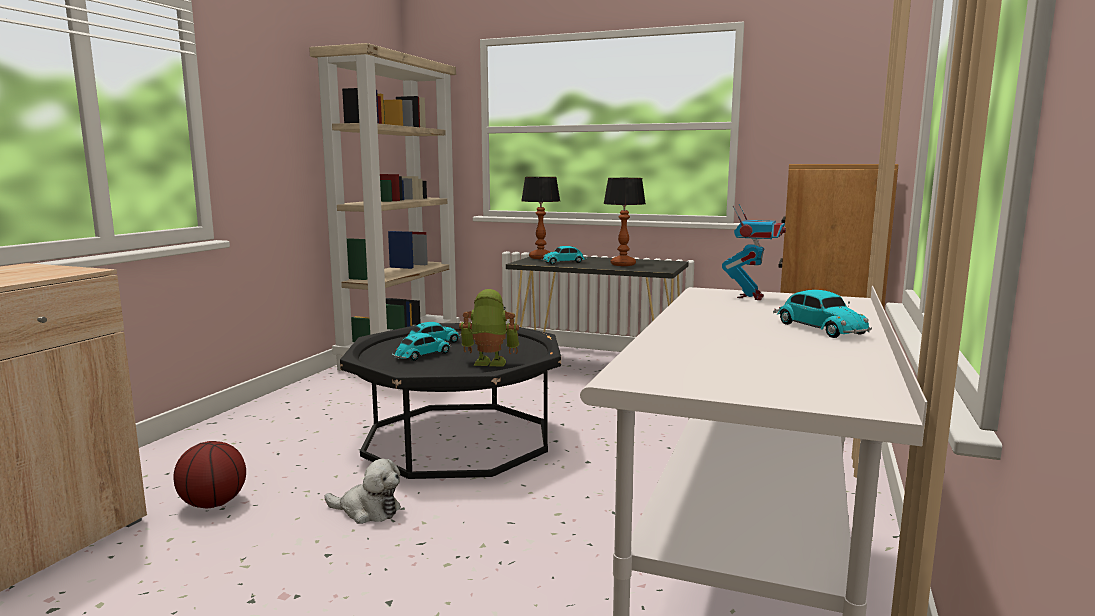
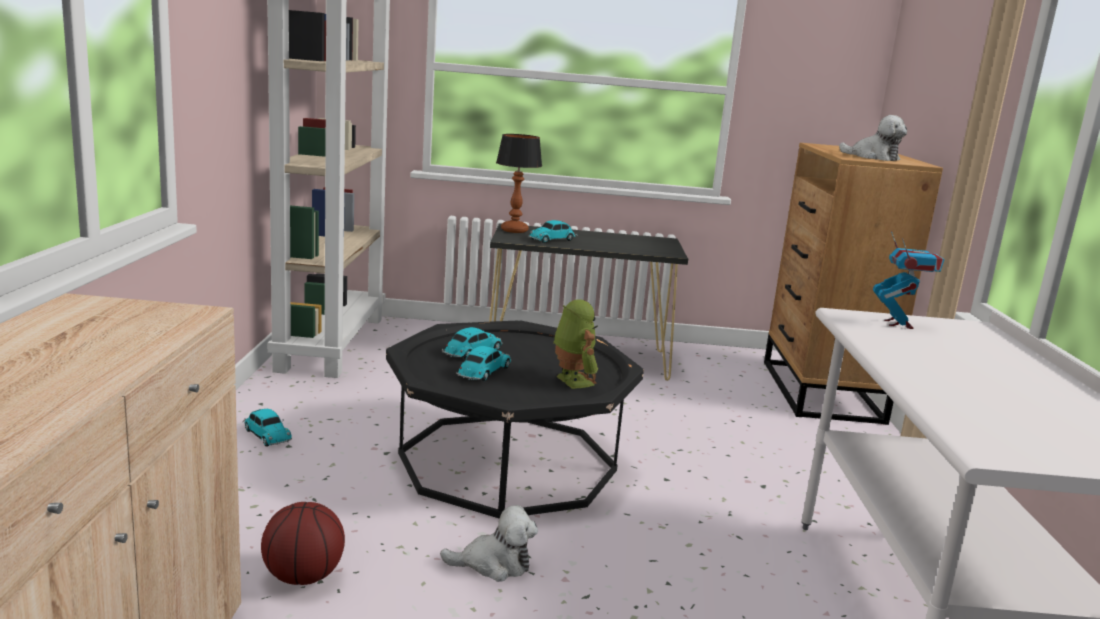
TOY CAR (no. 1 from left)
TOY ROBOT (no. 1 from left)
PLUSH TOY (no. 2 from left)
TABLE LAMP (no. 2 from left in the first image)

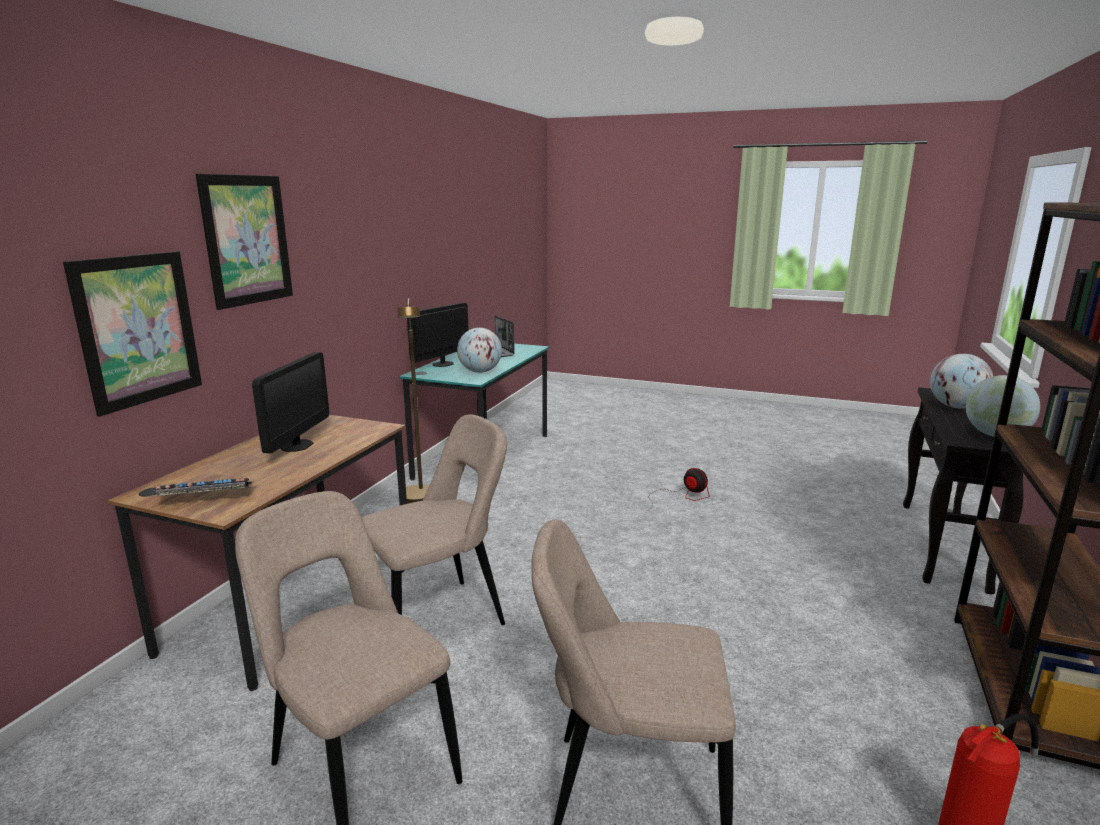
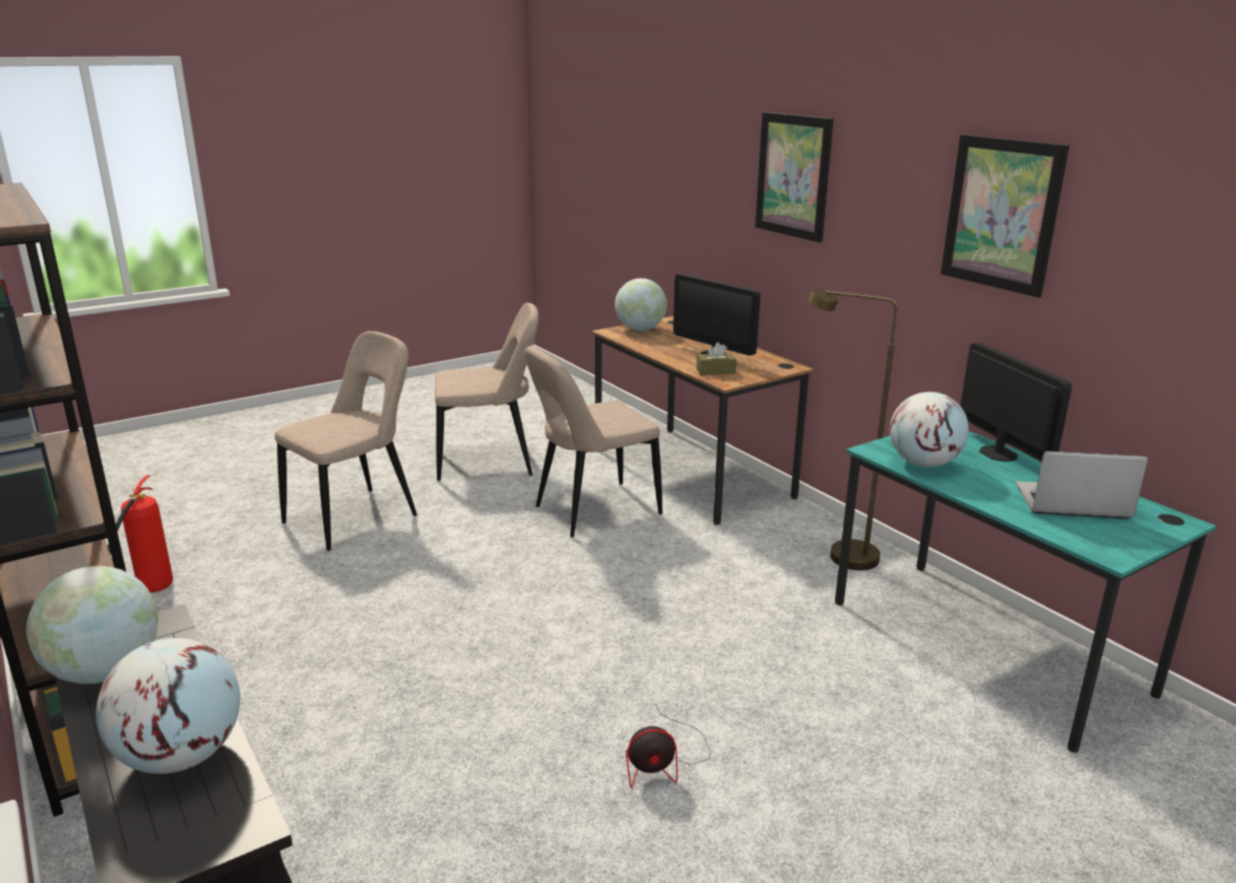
BEIGE CHAIR (no. 3 from left)
GLOBE (no. 3 from left)
BROWN TISSUE BOX
PICTURE (no. 2 from left)

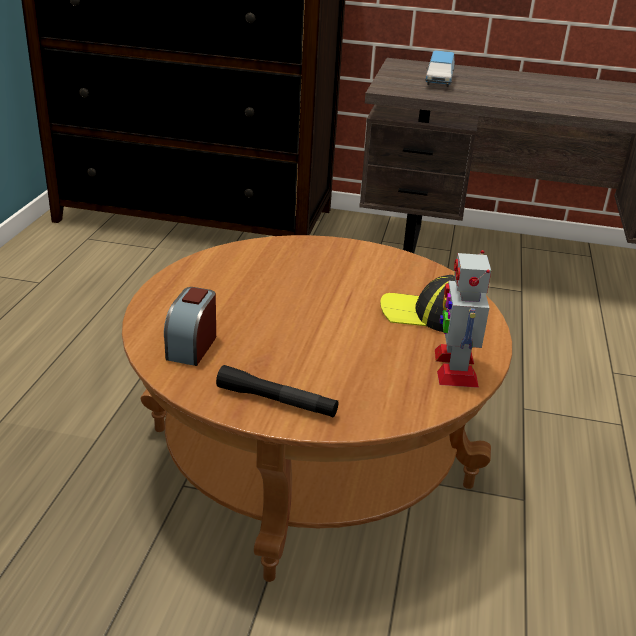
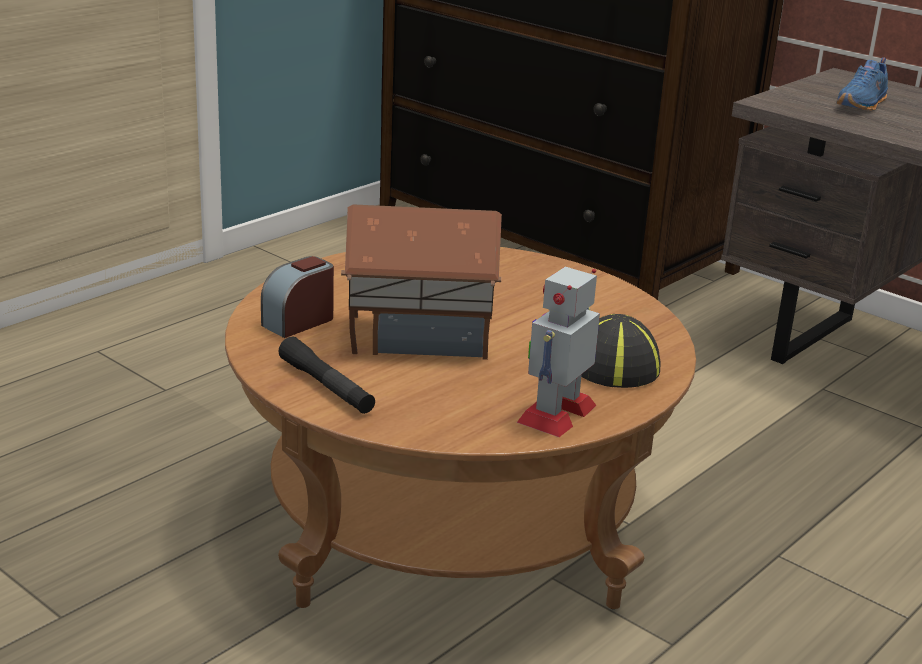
TOY HOUSE
BLUE SHOE

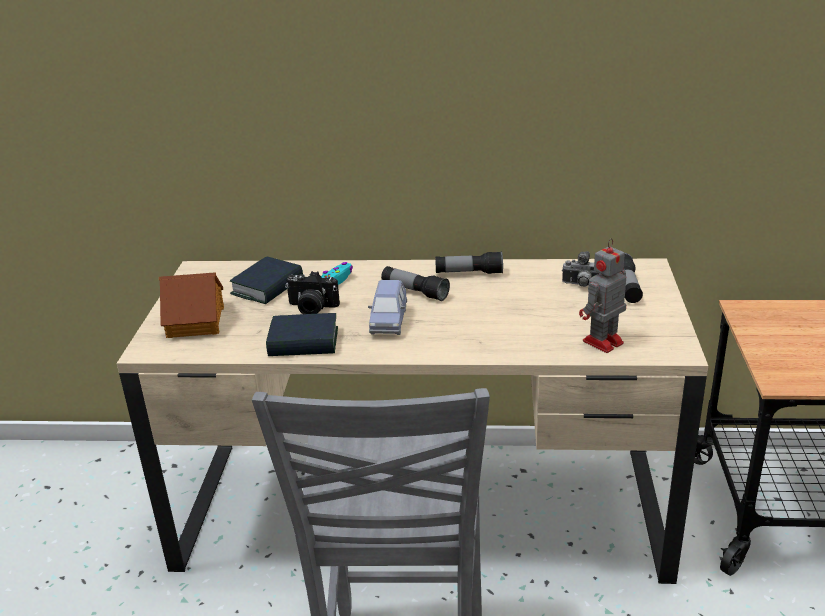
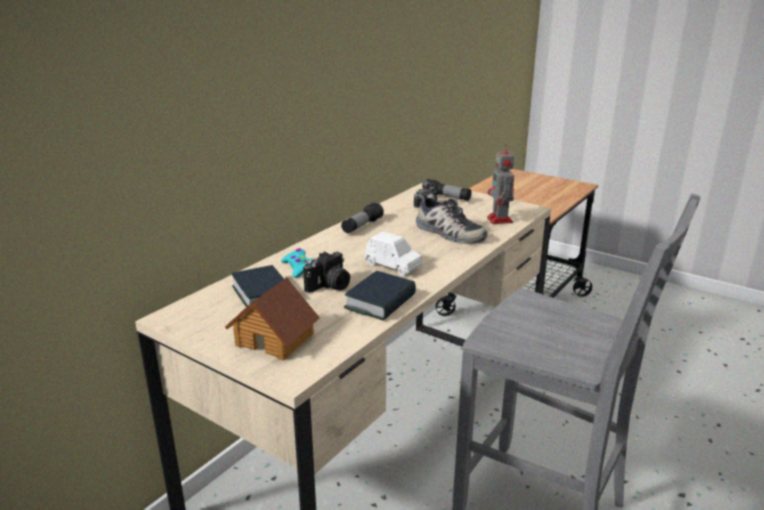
WHITE TOY CAR
SHOE
FLASHLIGHT (no. 1 from left in the first image)

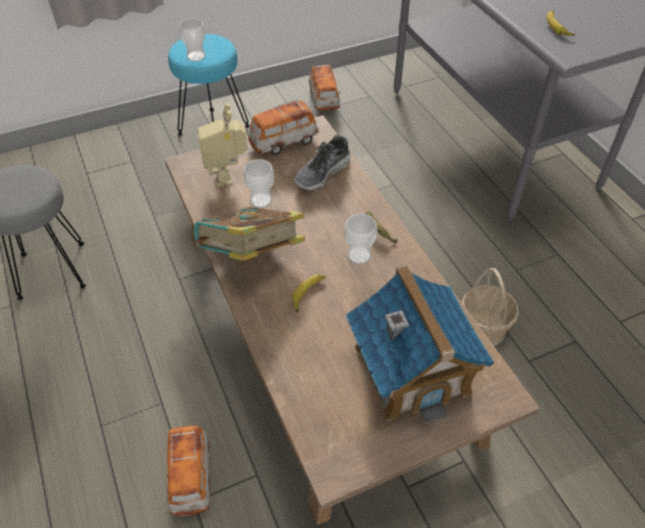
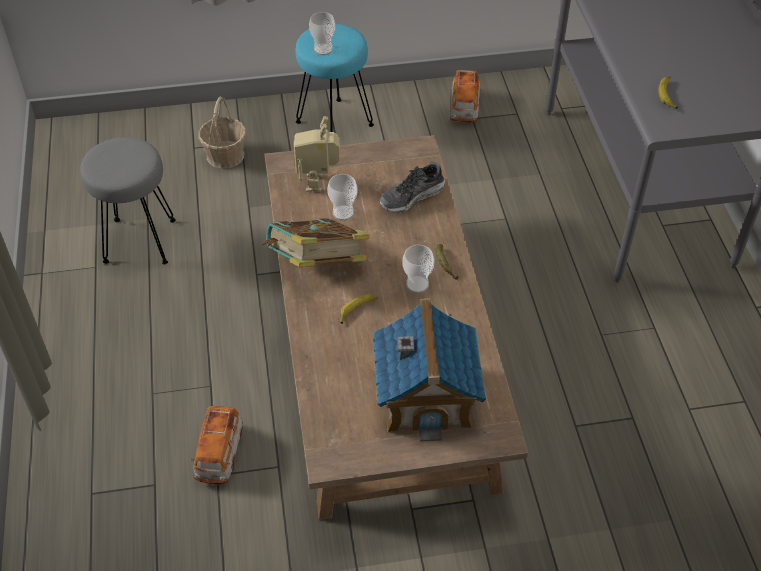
BASKET
TOY CAR (no. 2 from left in the first image)

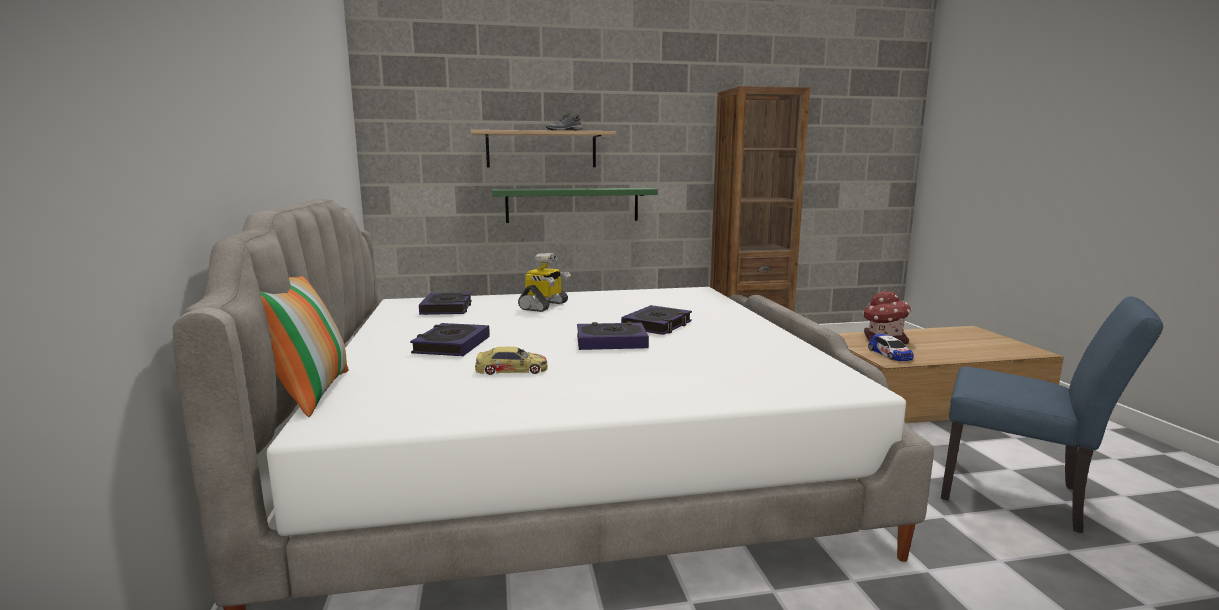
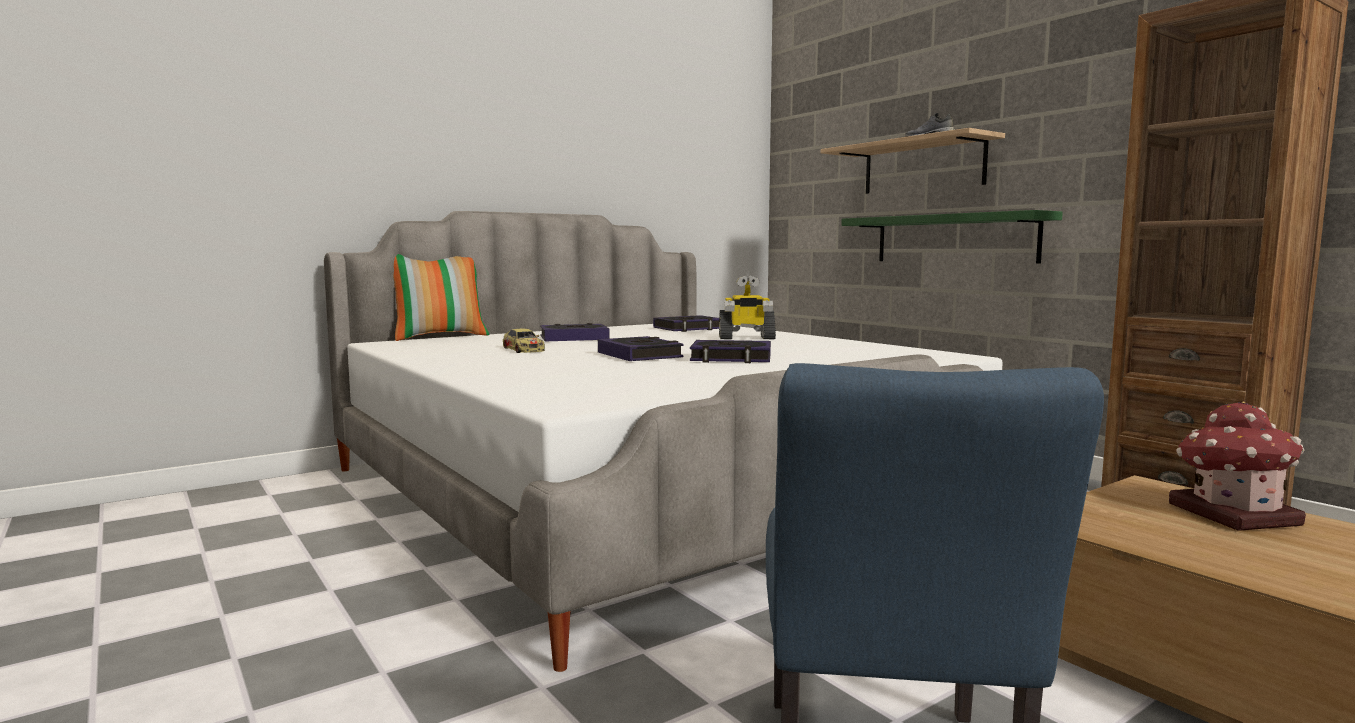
TOY CAR (no. 2 from left in the first image)

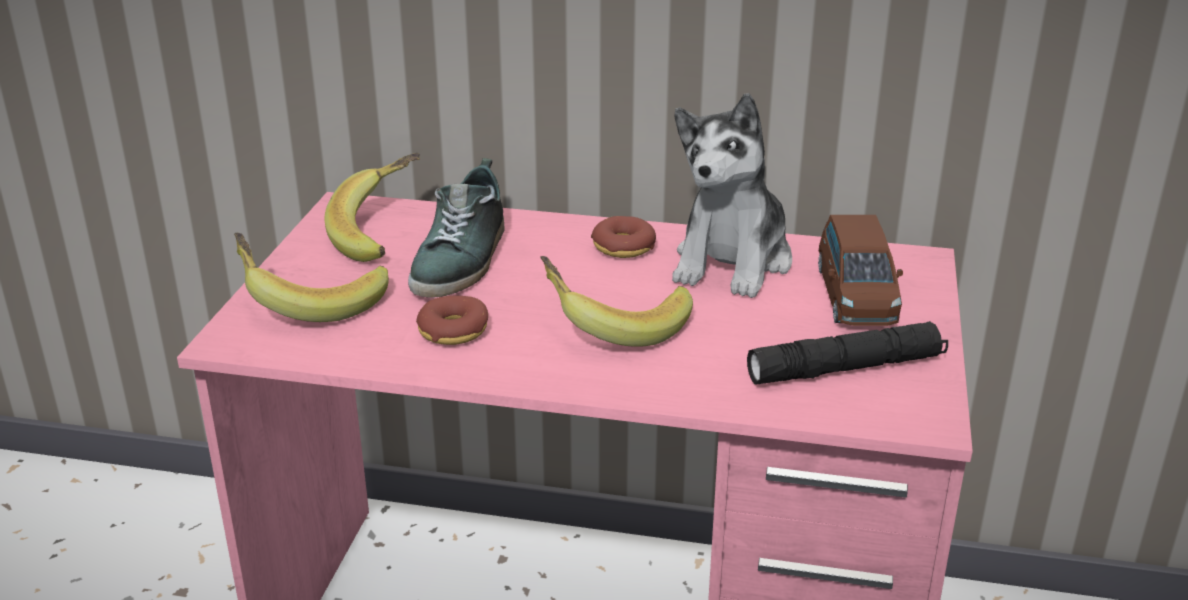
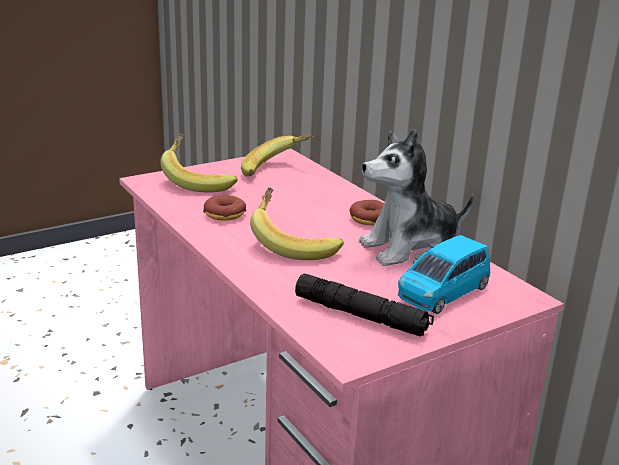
BLUE TOY CAR
SHOE

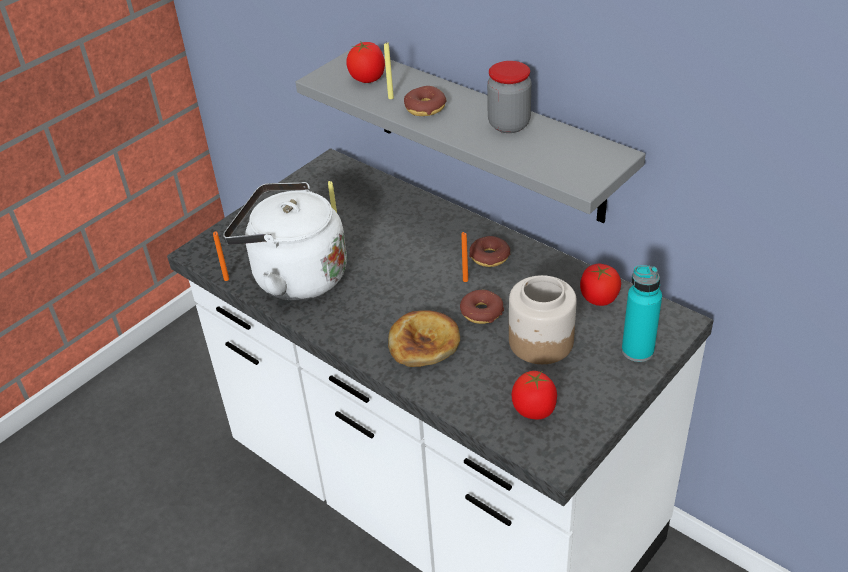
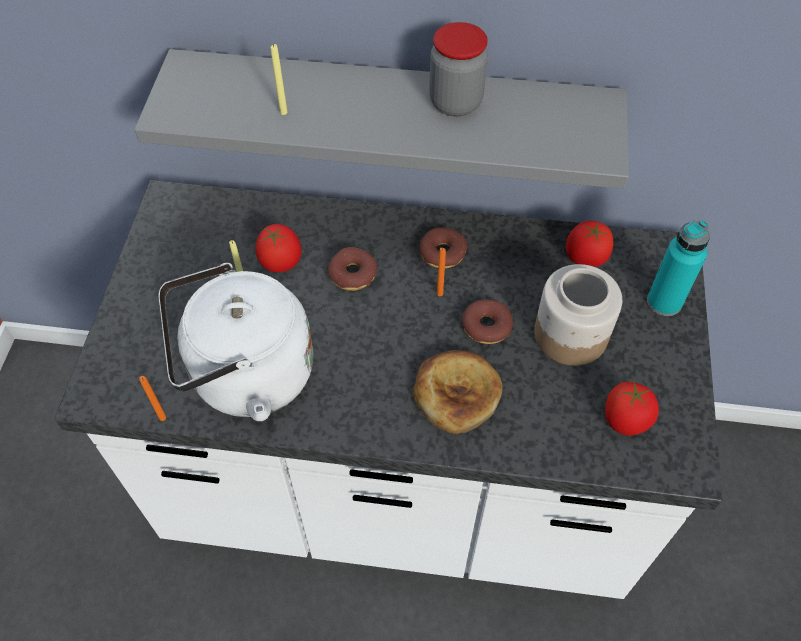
TOMATO (no. 1 from left)
DONUT (no. 1 from left)

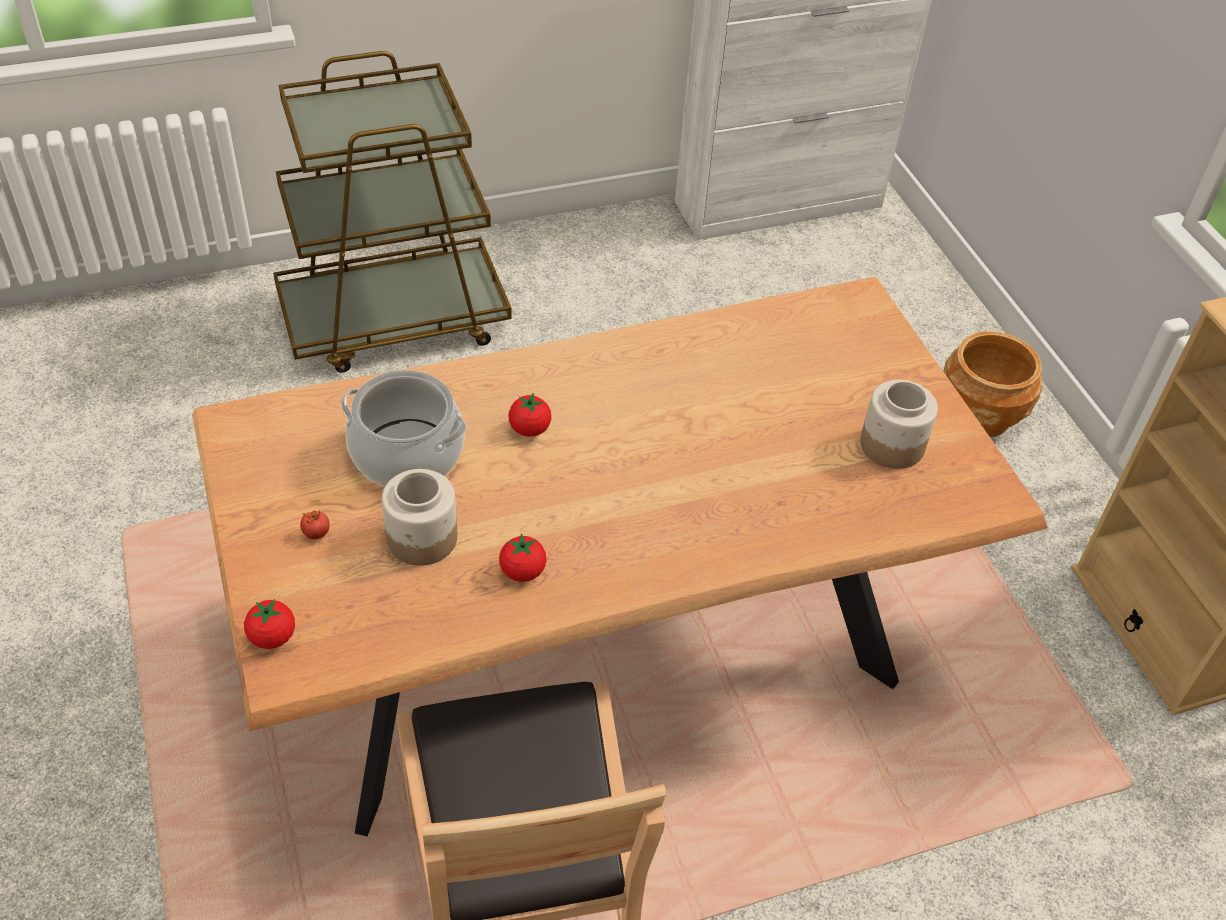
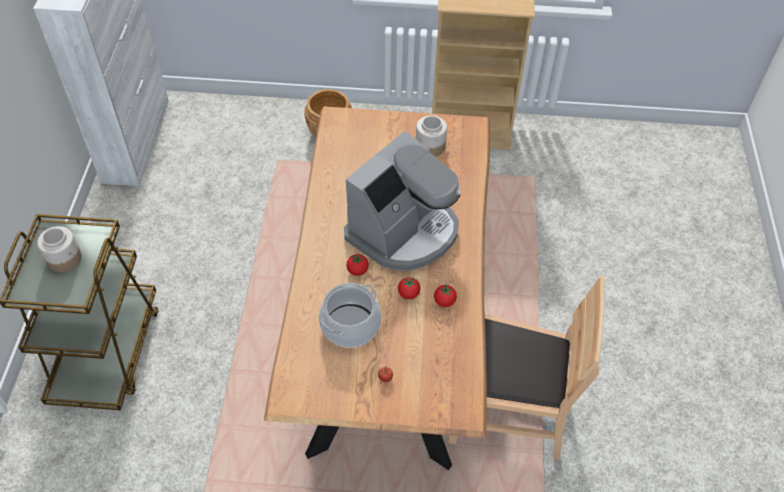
JAR (no. 1 from left)
COFFEE MACHINE
TOMATO (no. 3 from left)

